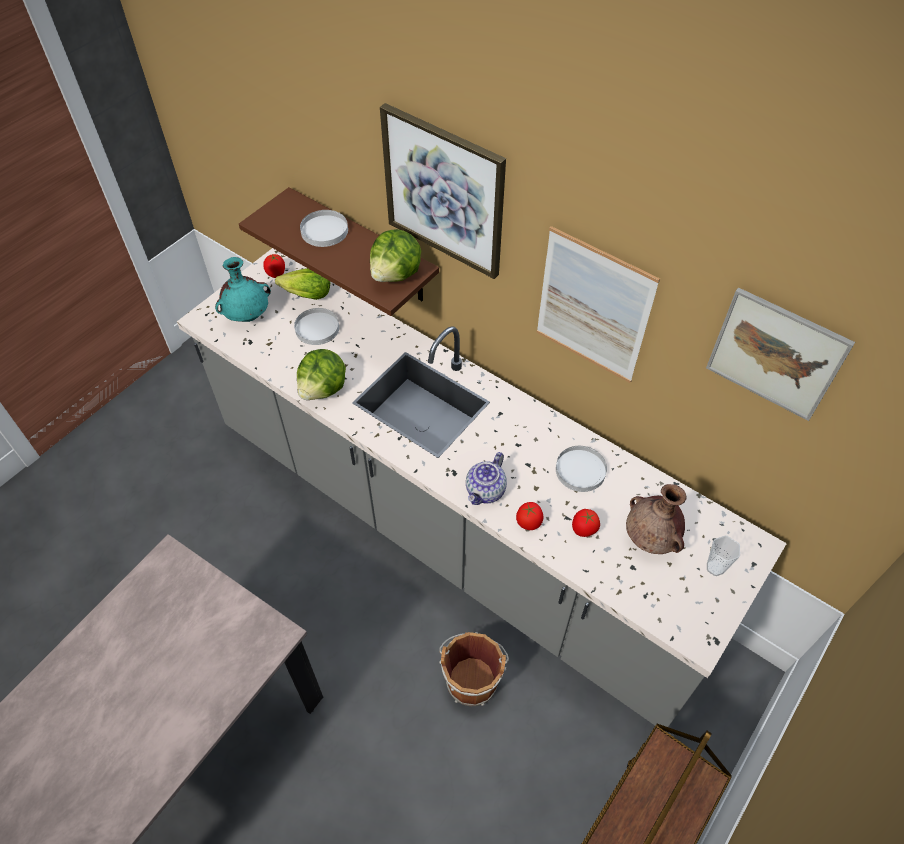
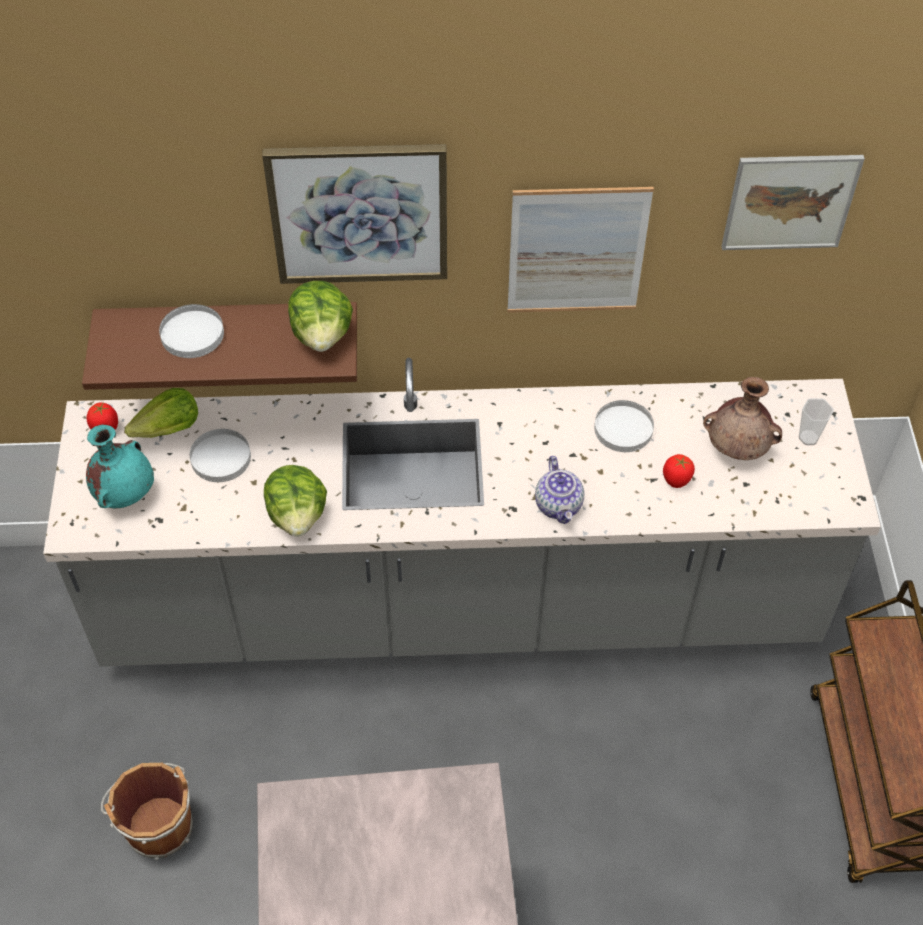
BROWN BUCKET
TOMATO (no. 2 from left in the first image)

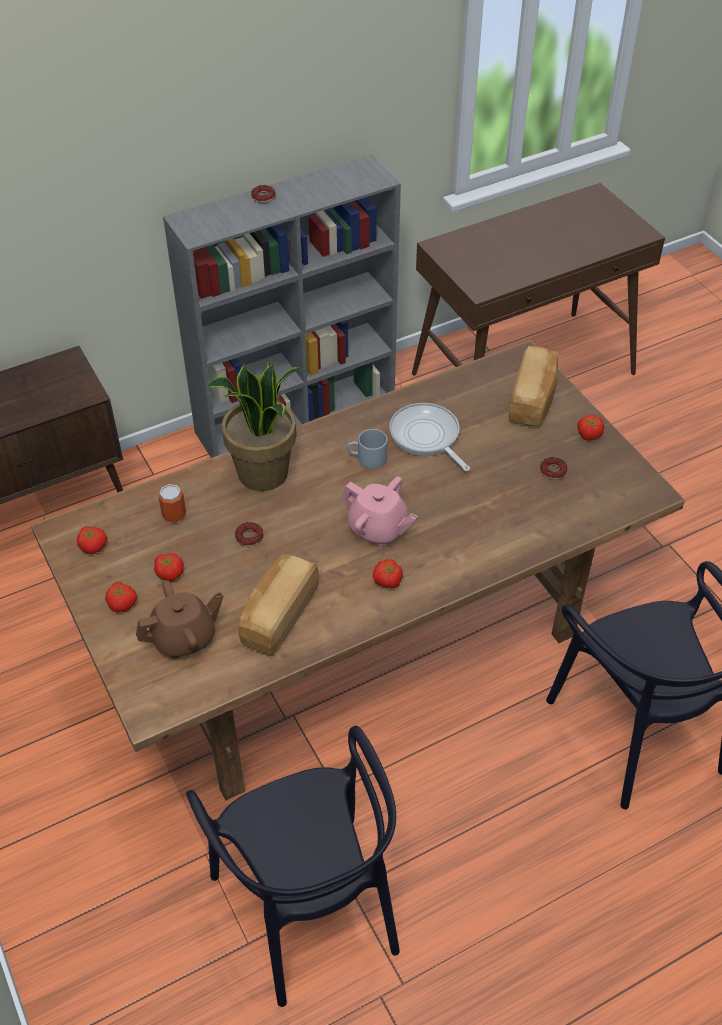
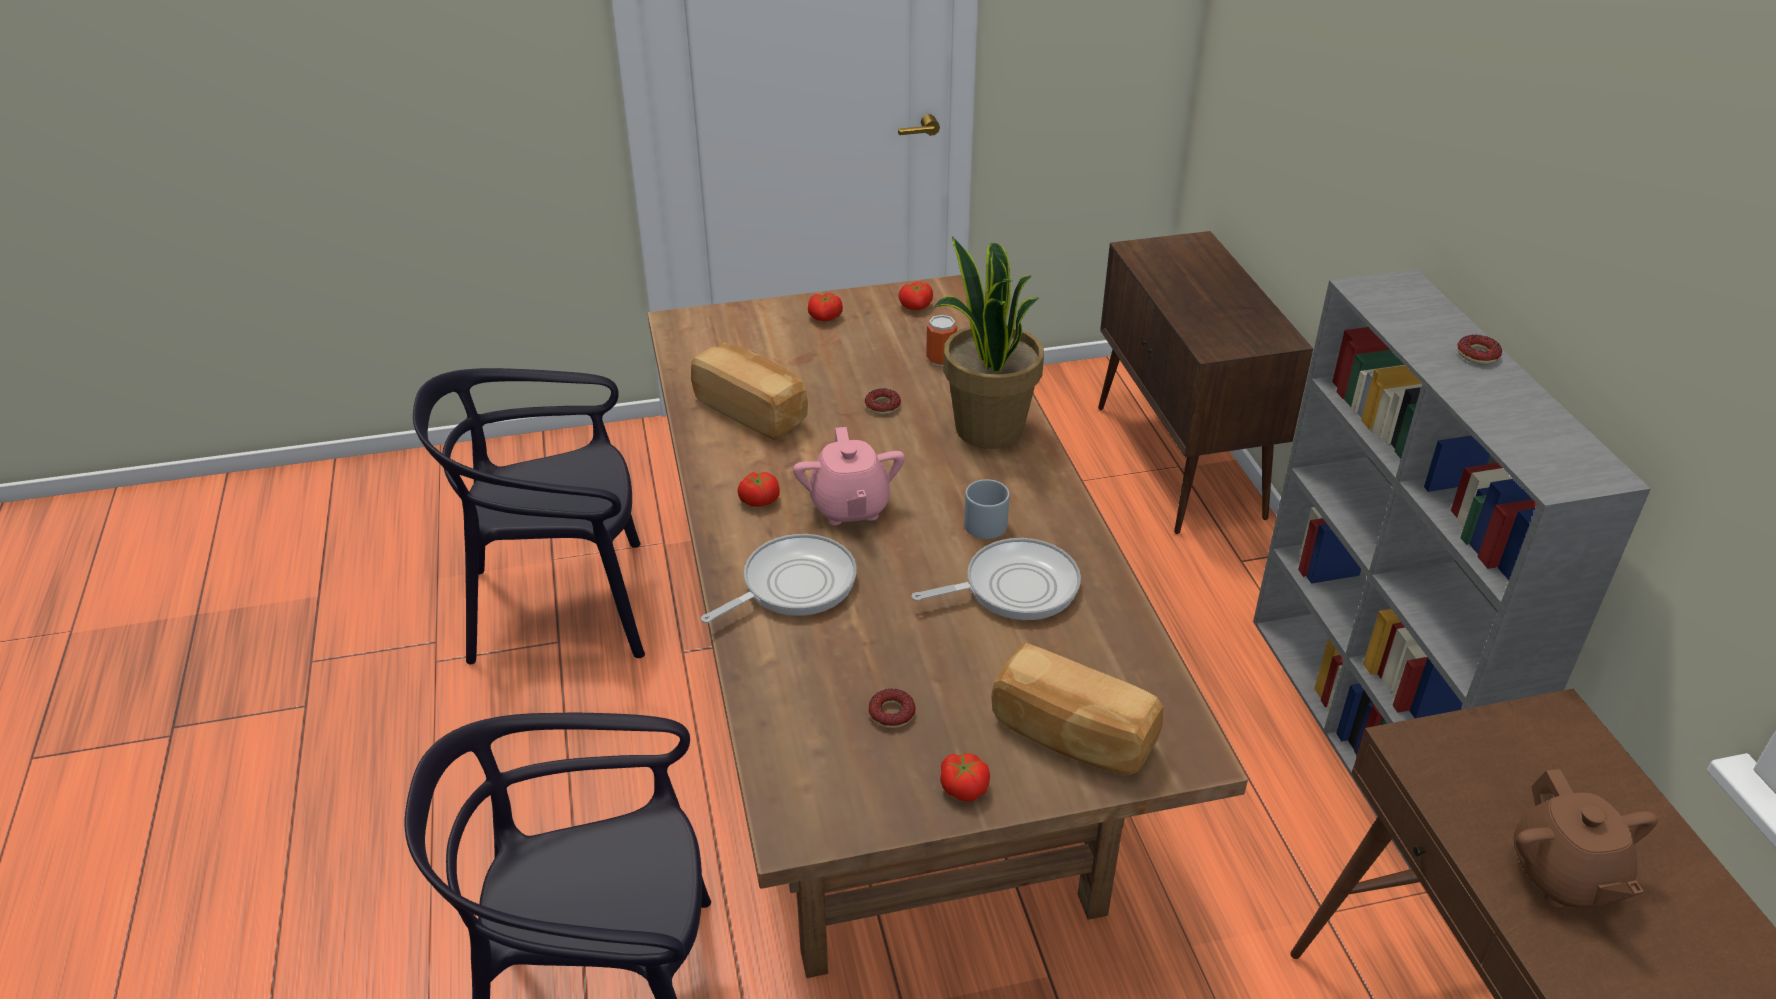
FRYING PAN (no. 1 from left)
PINK TEAPOT
BROWN TEAPOT
TOMATO (no. 3 from left in the first image)

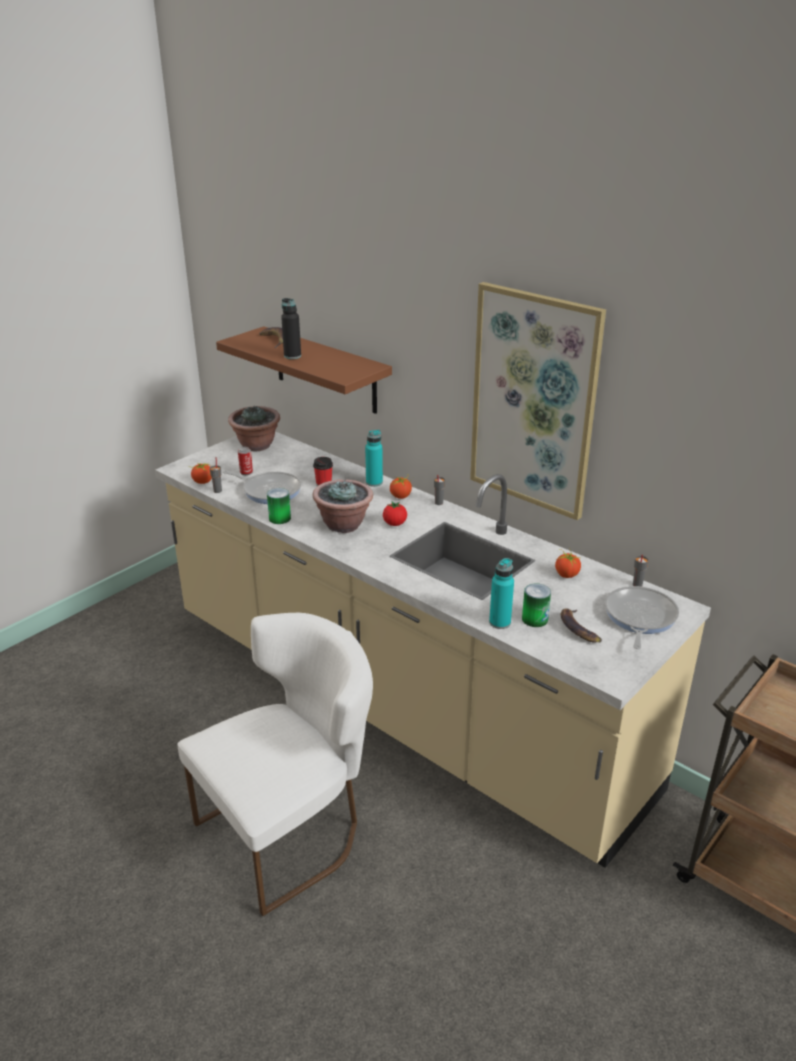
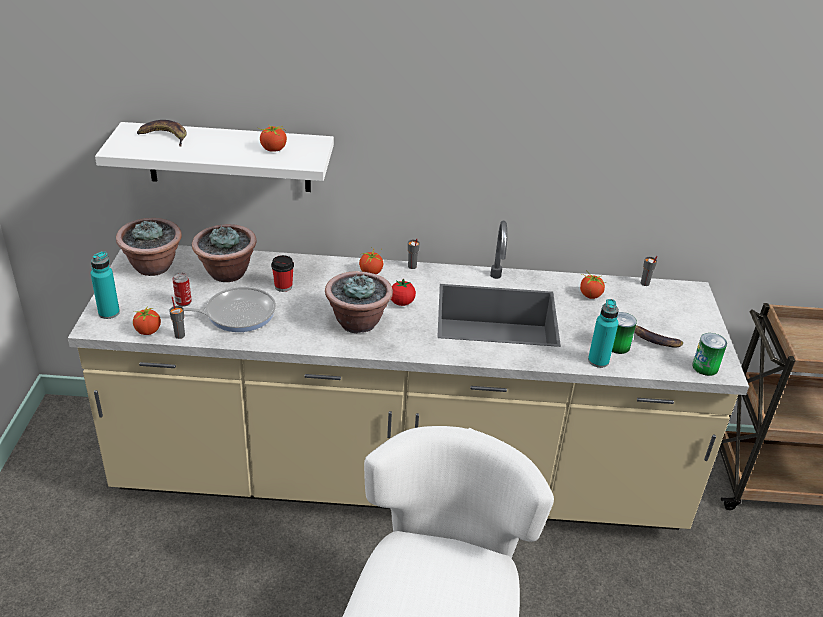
TURQUOISE BOTTLE (no. 1 from left)
WHITE SHELF
POTTED PLANT (no. 2 from left)
TOMATO (no. 2 from left)
CAN (no. 3 from left)
BLACK BOTTLE
PICTURE
FRYING PAN (no. 2 from left in the first image)

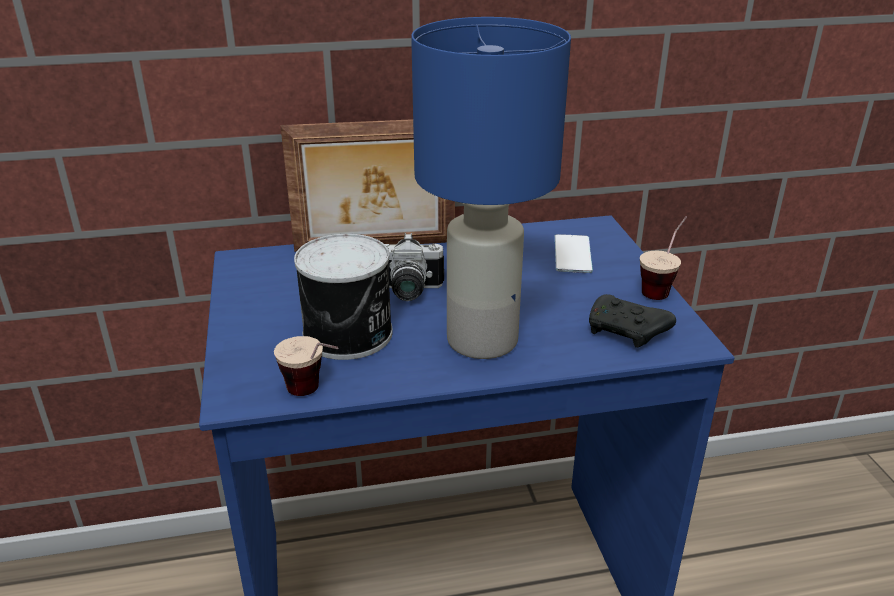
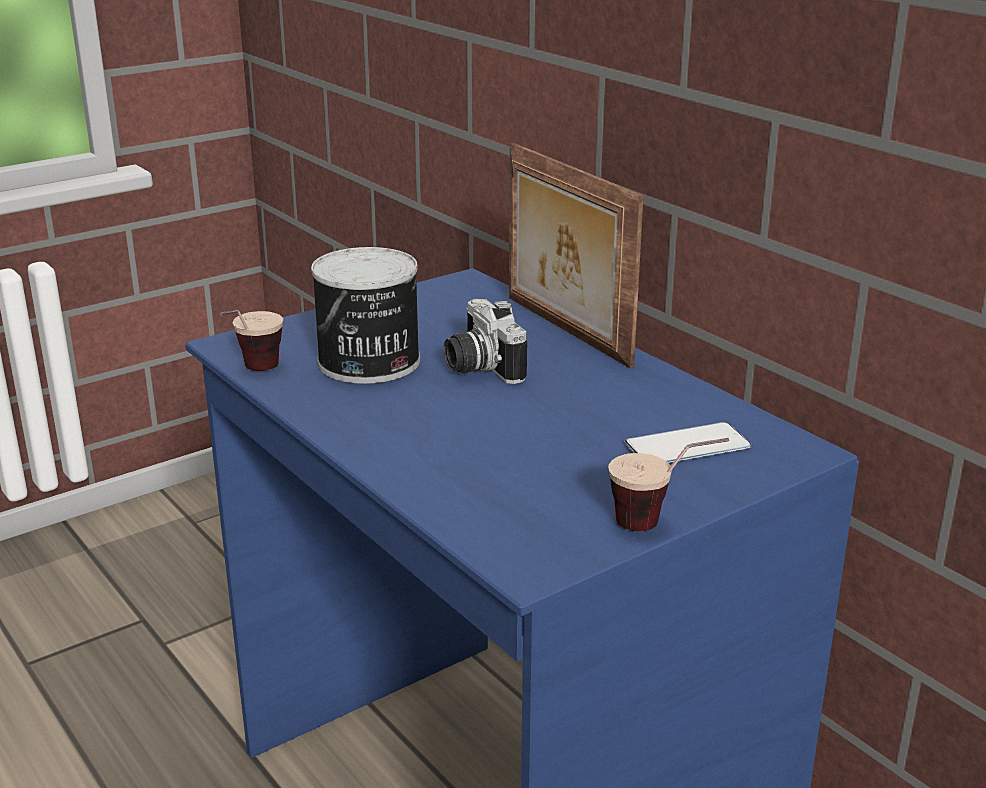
BLUE TABLE LAMP
BLACK GAME CONTROLLER

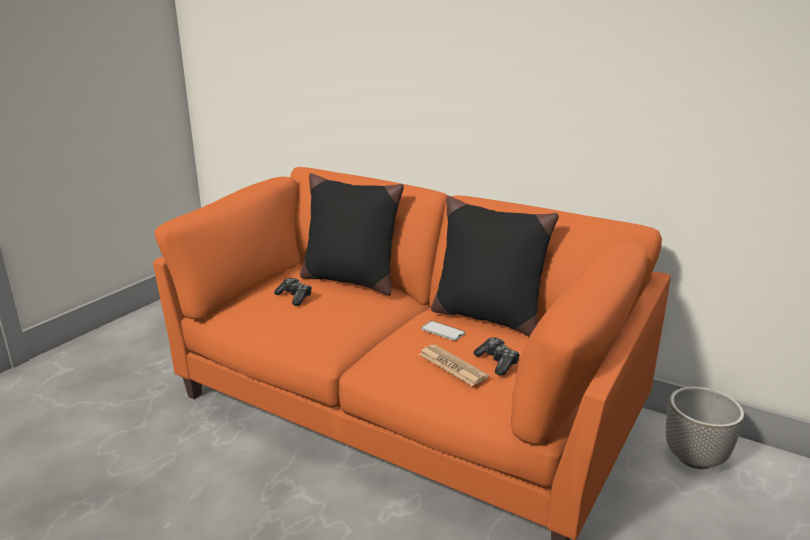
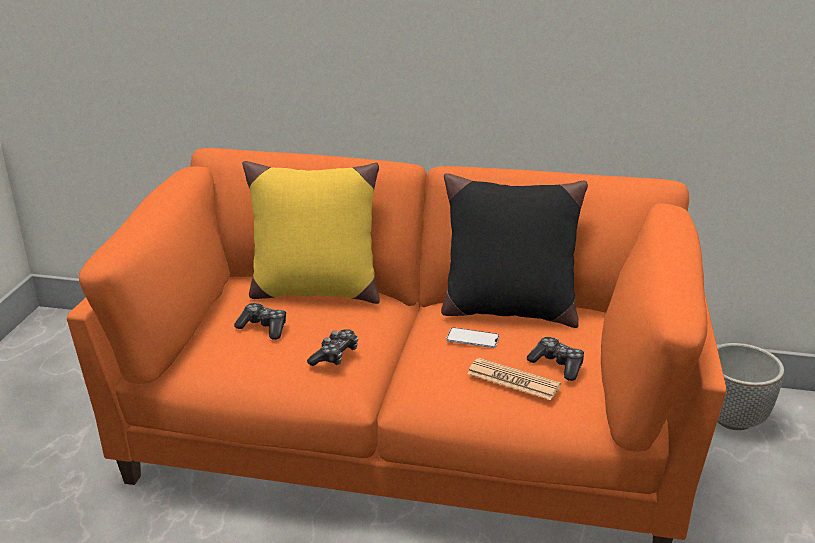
YELLOW PILLOW
GAME CONTROLLER (no. 2 from left)

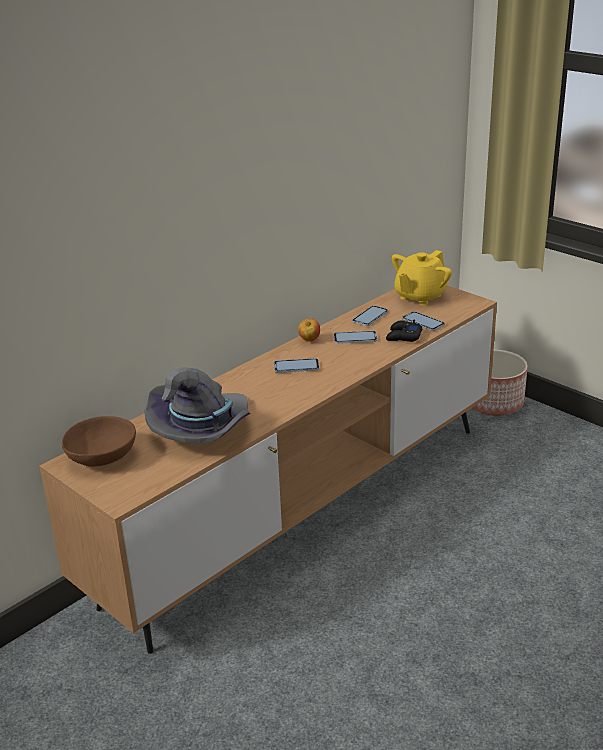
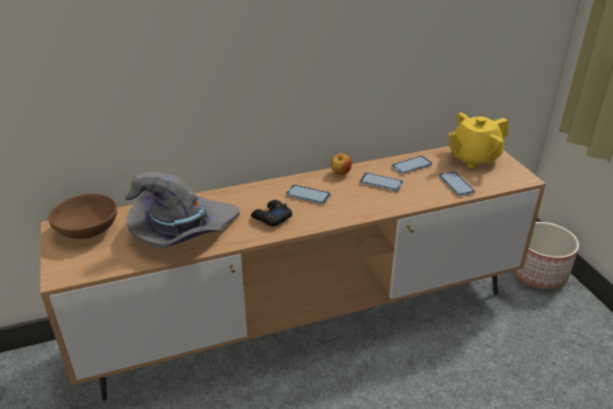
BLACK GAME CONTROLLER

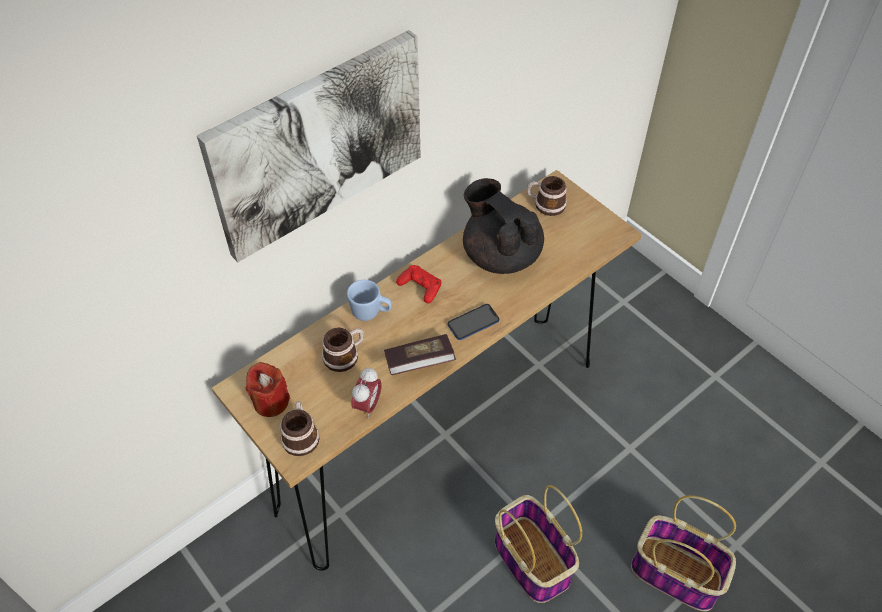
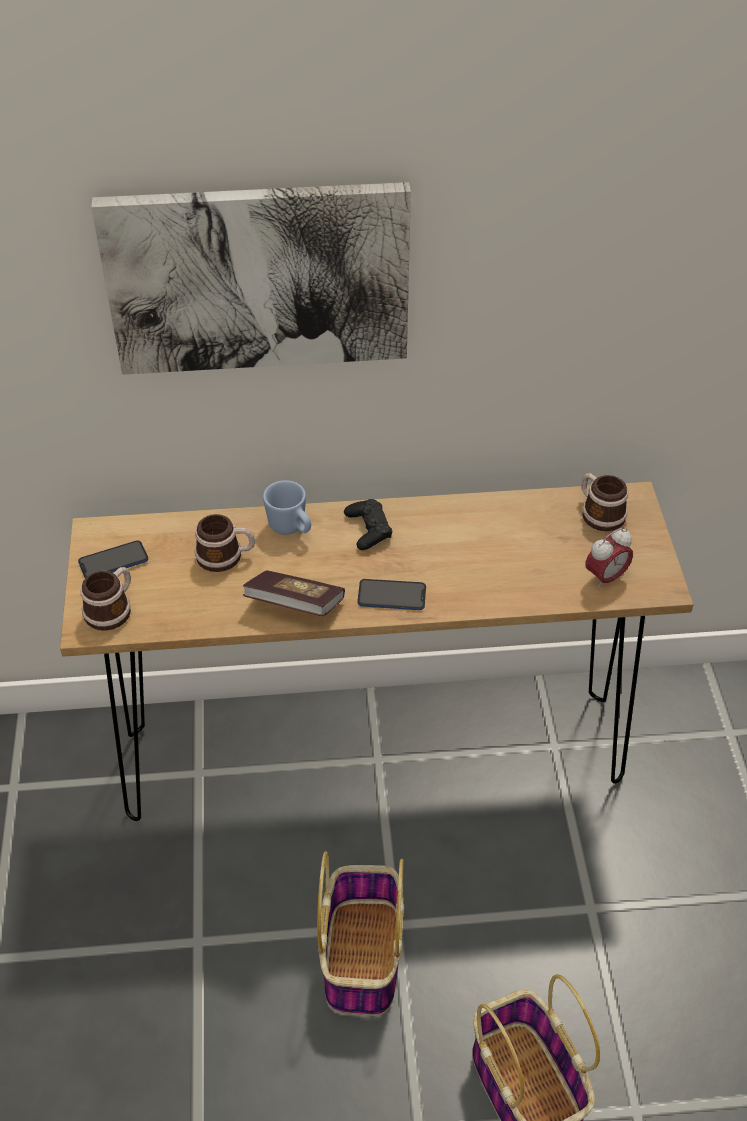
PHONE (no. 1 from left)
BLACK GAME CONTROLLER
ALARM CLOCK
BLACK TEAPOT

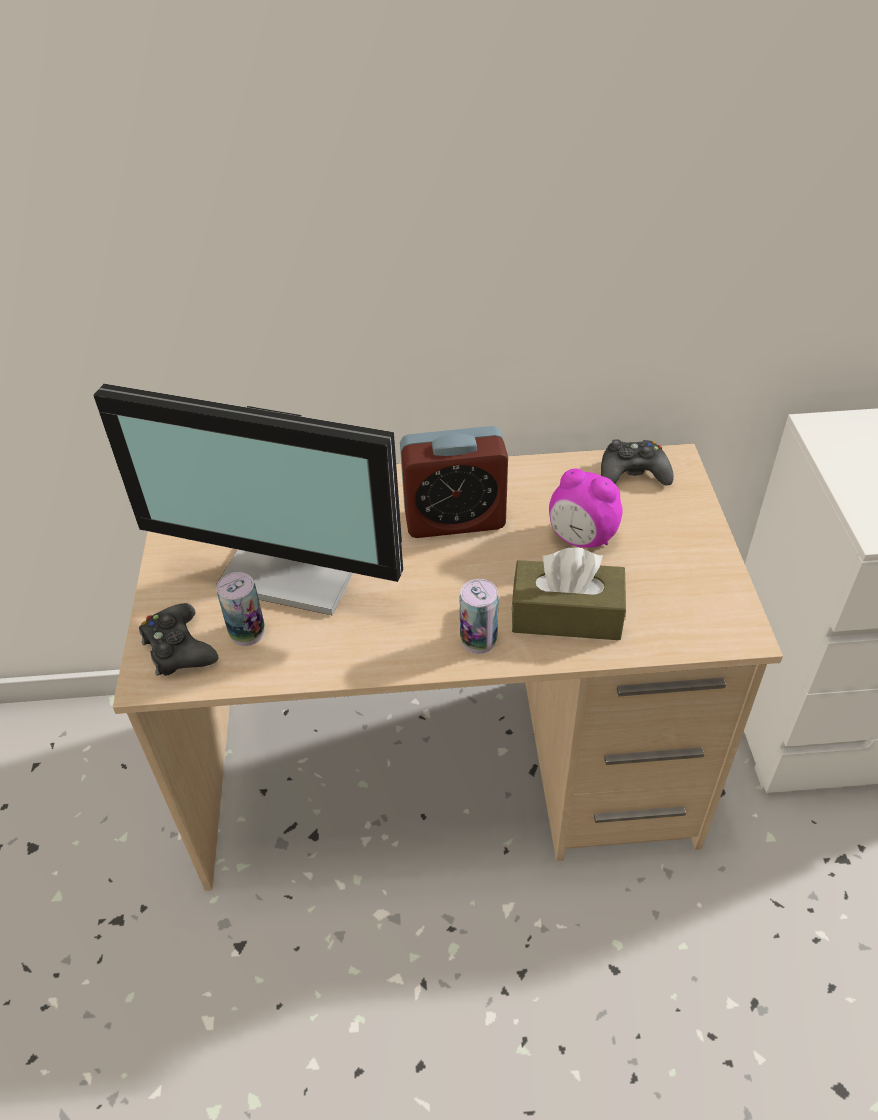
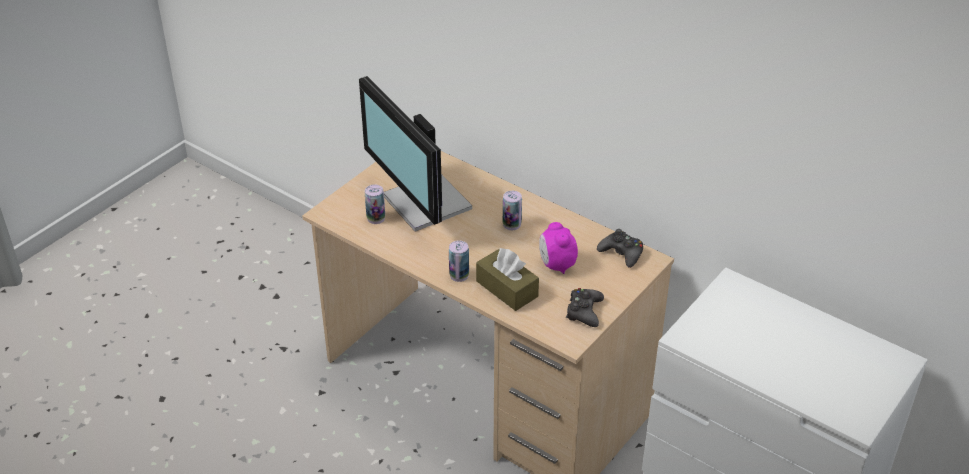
CAN (no. 3 from left)
BLACK GAME CONTROLLER (no. 1 from left)

